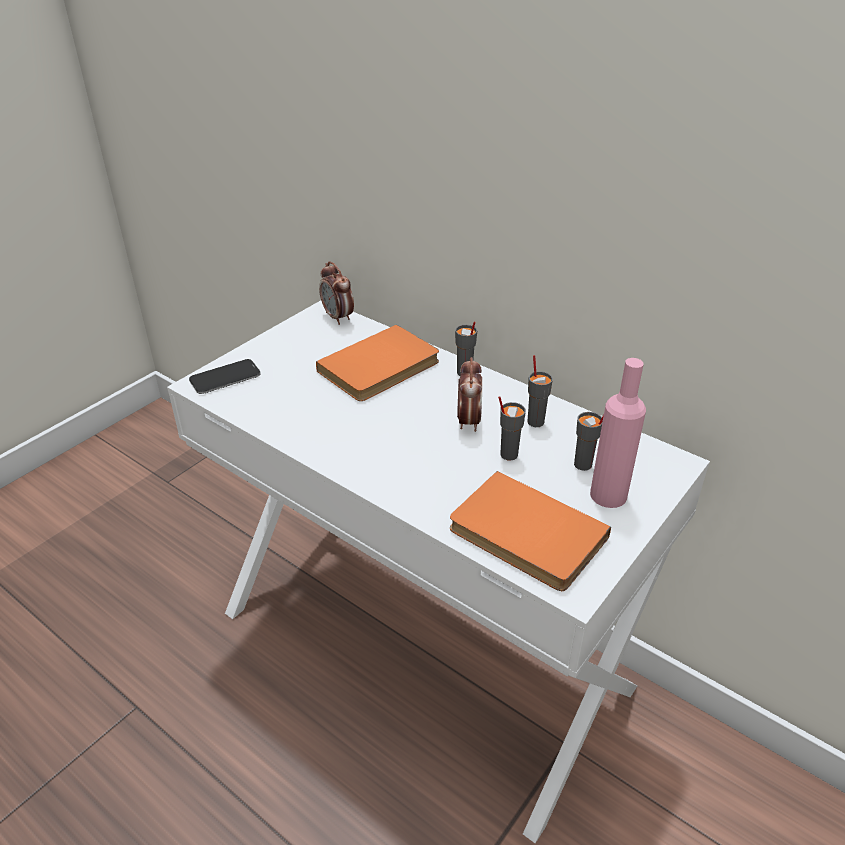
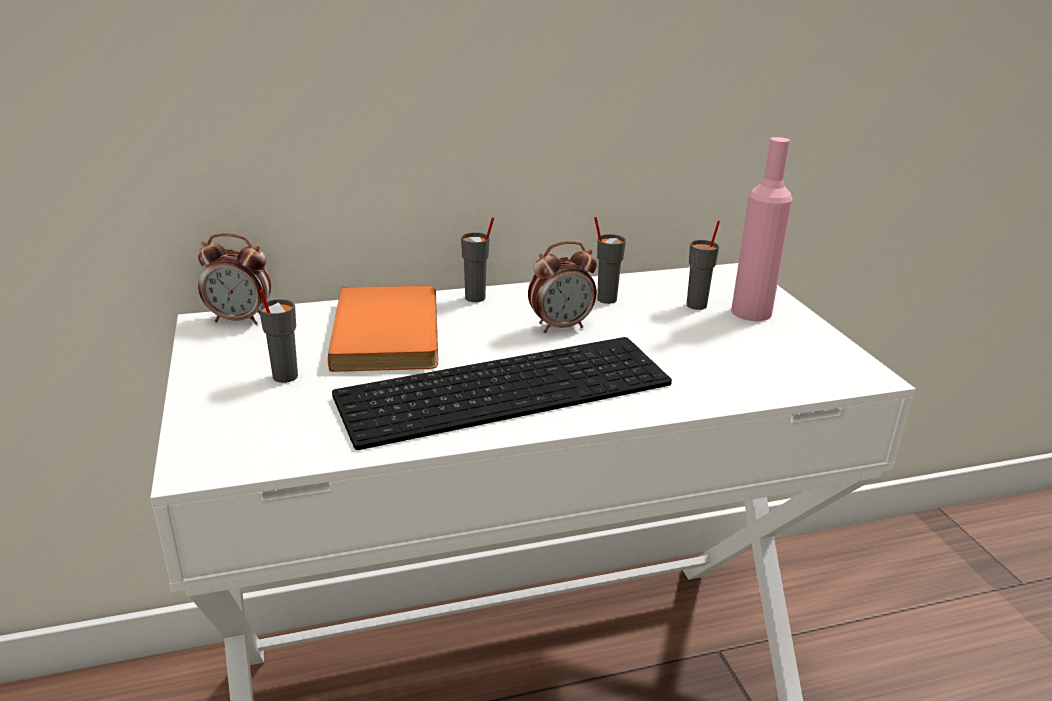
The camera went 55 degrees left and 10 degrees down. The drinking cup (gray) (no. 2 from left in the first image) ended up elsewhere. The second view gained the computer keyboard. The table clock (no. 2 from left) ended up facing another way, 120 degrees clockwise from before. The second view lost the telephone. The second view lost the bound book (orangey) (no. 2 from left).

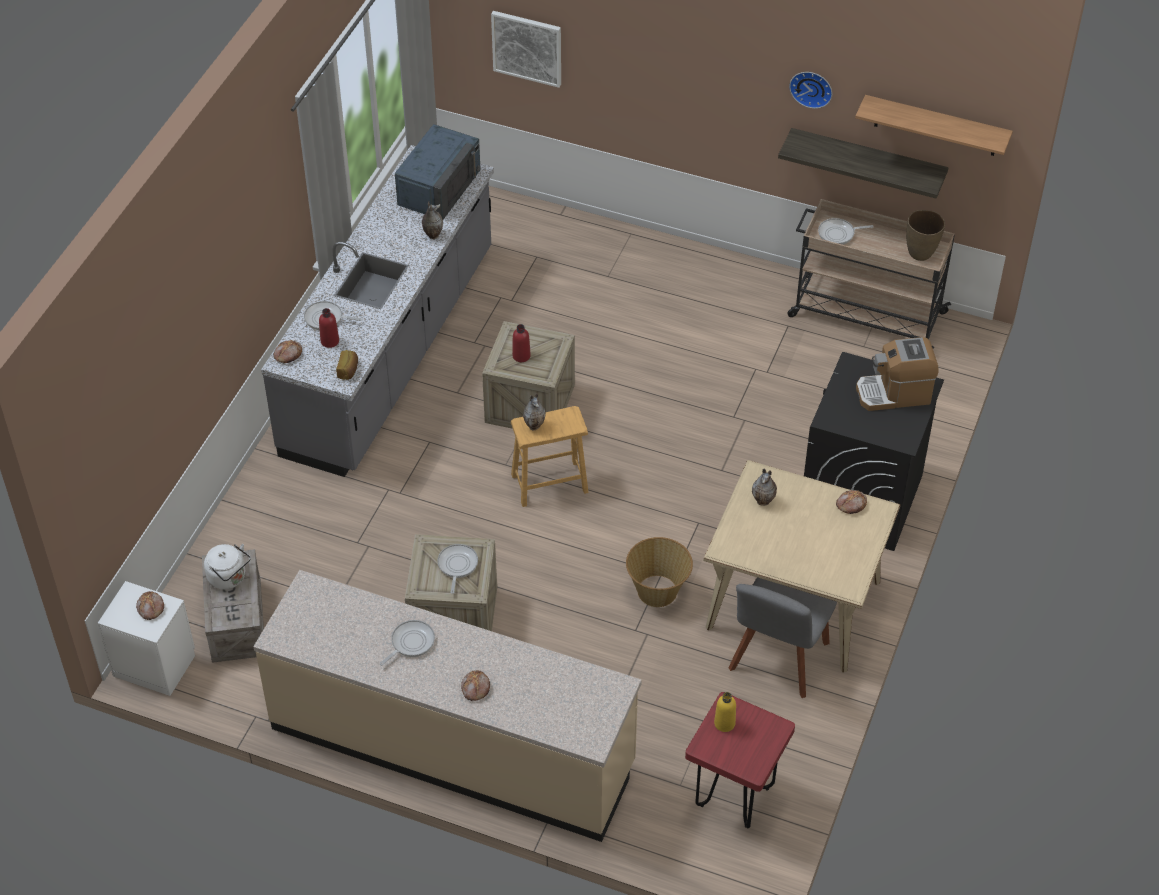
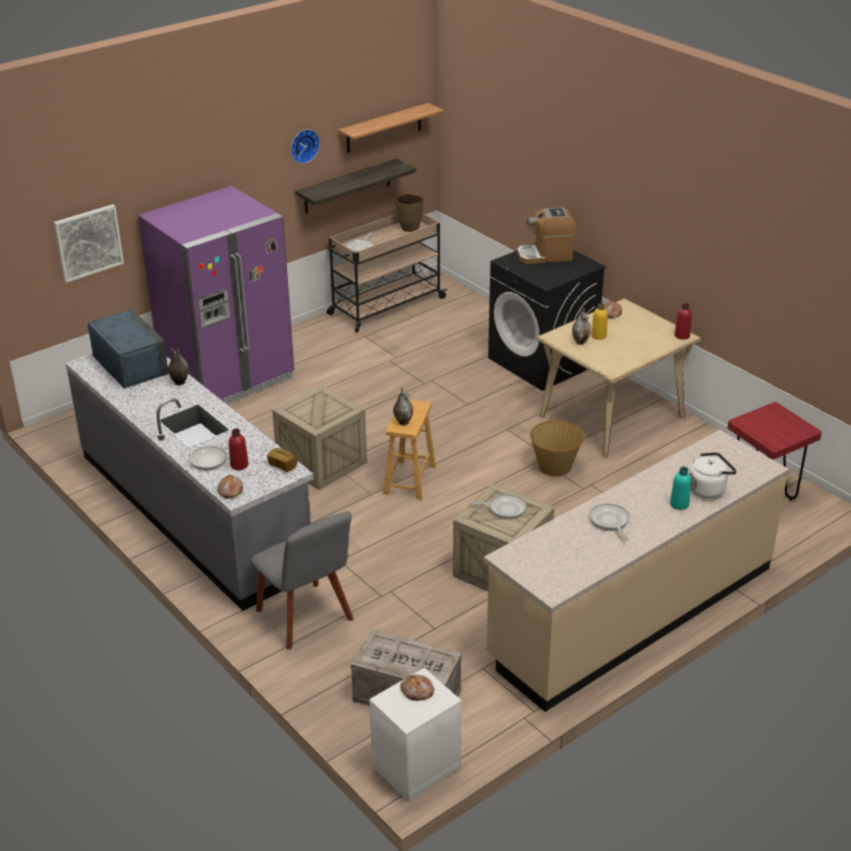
The camera went 60 degrees left and 15 degrees down. The second view gained the fridge (purple-coloured). The plain chair (gray) ended up elsewhere. The frying pan (no. 3 from left) ended up facing another way, 150 degrees clockwise from before. The coffee machine ended up facing another way, 60 degrees clockwise from before. The drink bottle (yellowish) ended up elsewhere. Where the baked bread (no. 4 from left) stood, the drink bottle (blue-green) came to stand. The drink bottle (reddish) (no. 2 from left) ended up elsewhere. The water kettle (whitish) ended up elsewhere.

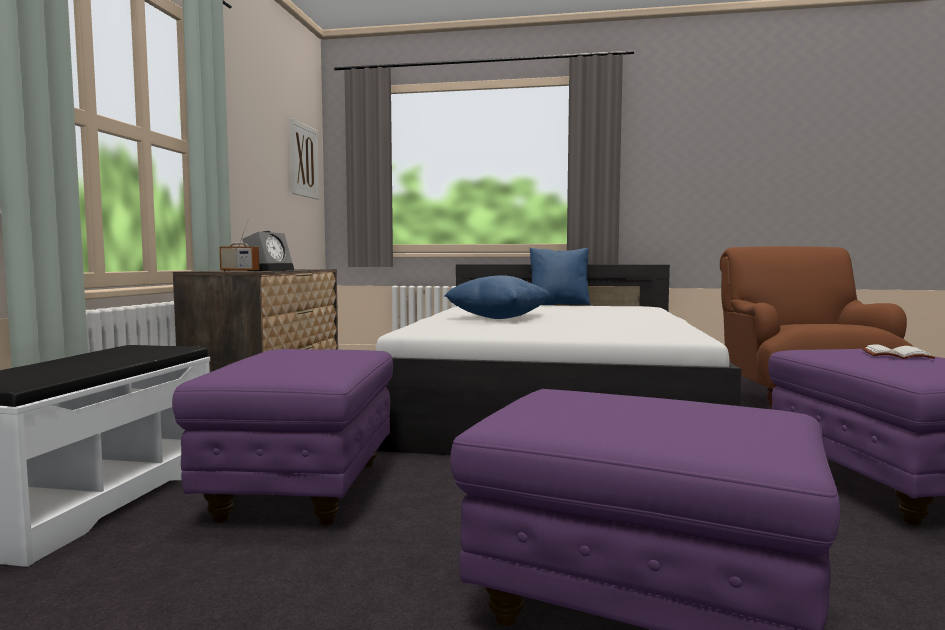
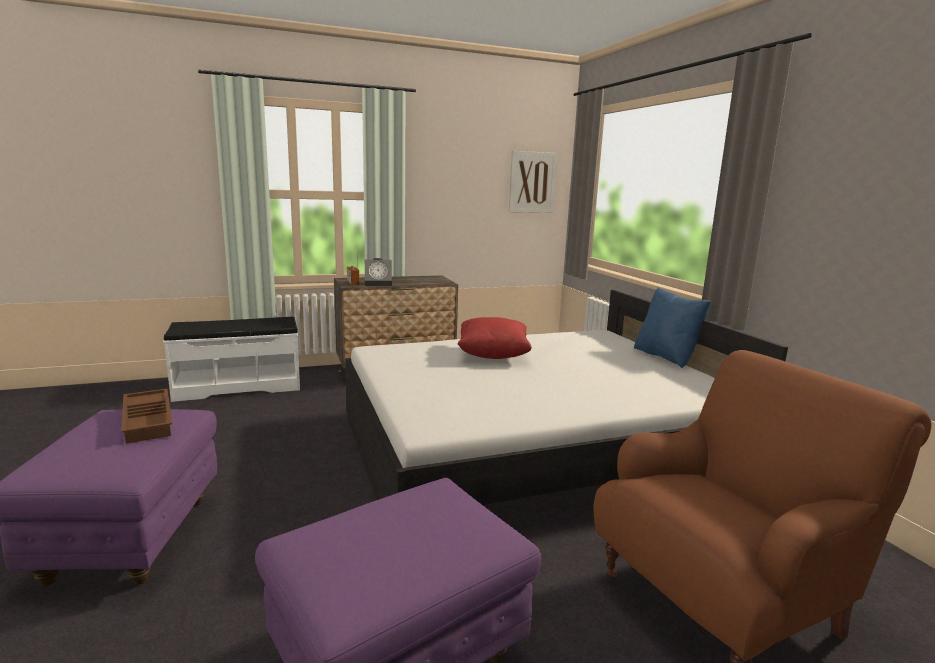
The camera went 60 degrees right and 10 degrees up. The second view gained the carrying tray (brownish). What was the cushion (blue) (no. 1 from left) turned into the cushion (reddish). The second view lost the pouffe (purple-coloured) (no. 1 from left). The second view lost the bound book (whitish).

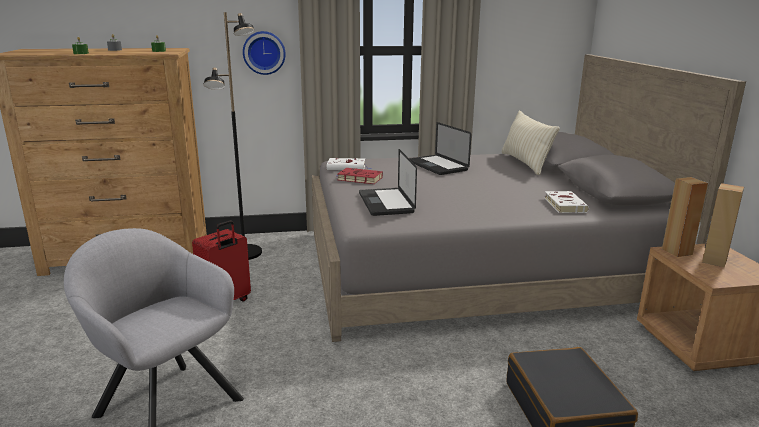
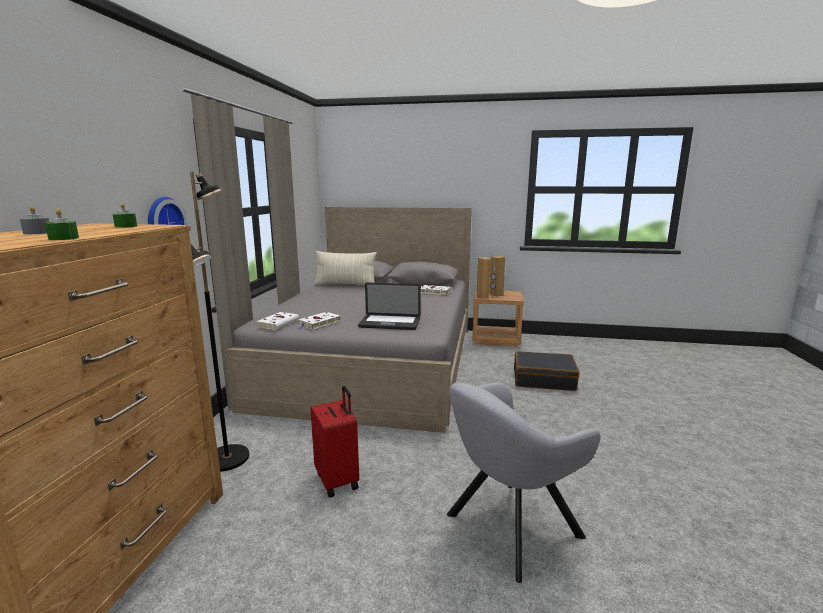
The camera went 70 degrees left and 5 degrees down. What was the bound book (reddish) turned into the bound book (whitish) (no. 2 from left). The second view lost the laptop (no. 2 from left).

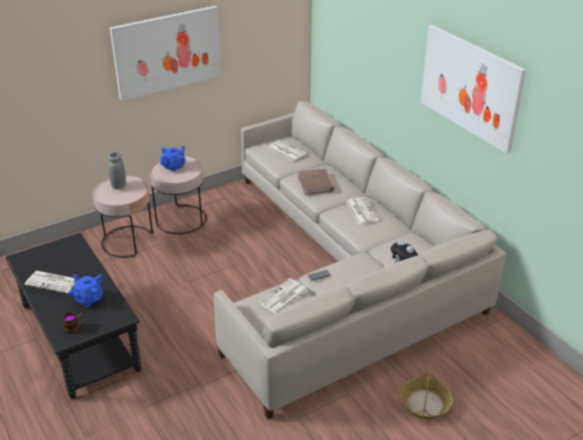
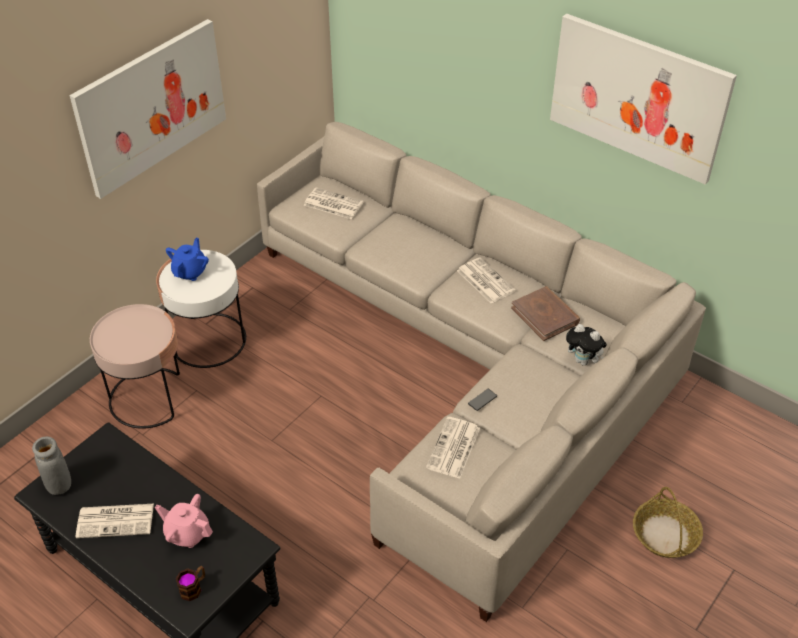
The camera went 20 degrees left and 10 degrees up. The vase (gray) ended up elsewhere. What was the pot for tea (blue) (no. 1 from left) turned into the pot for tea (pinkish). What was the accent table (pinkish) (no. 2 from left) turned into the accent table (whitish). The bound book (brownish) ended up elsewhere.

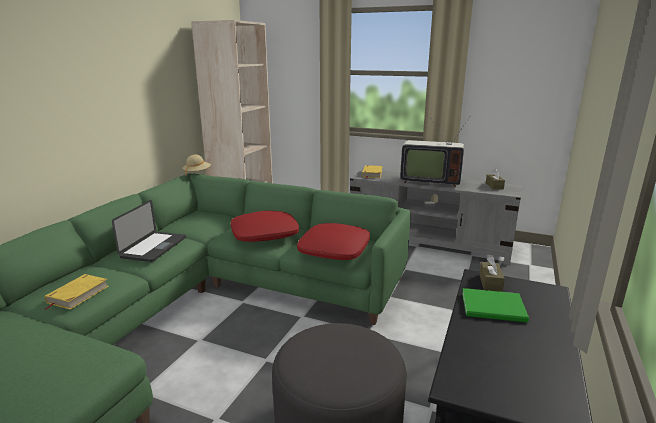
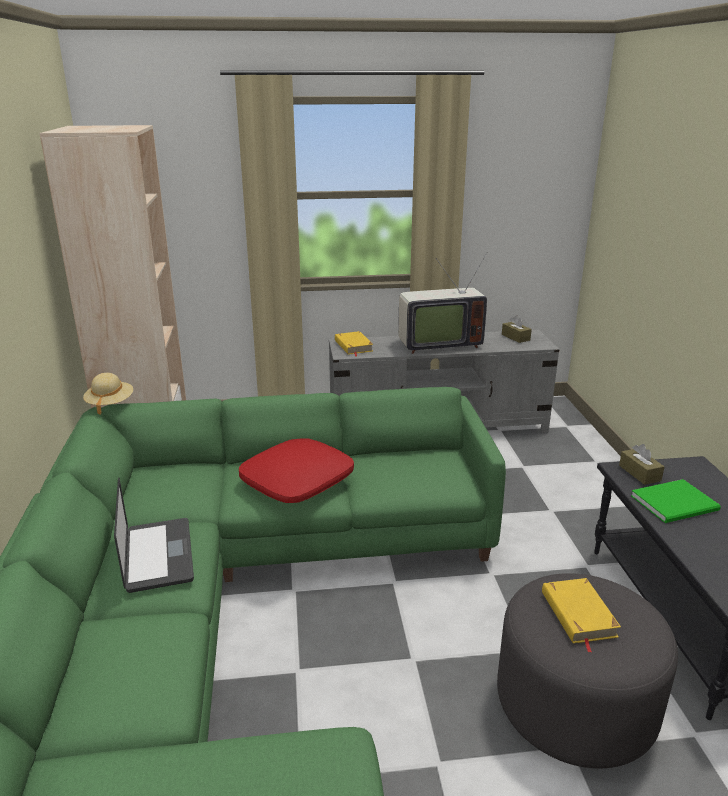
The camera went 30 degrees left and 5 degrees up. The bound book (yellowish) (no. 1 from left in the first image) ended up elsewhere. The second view lost the cushion (reddish) (no. 2 from left).

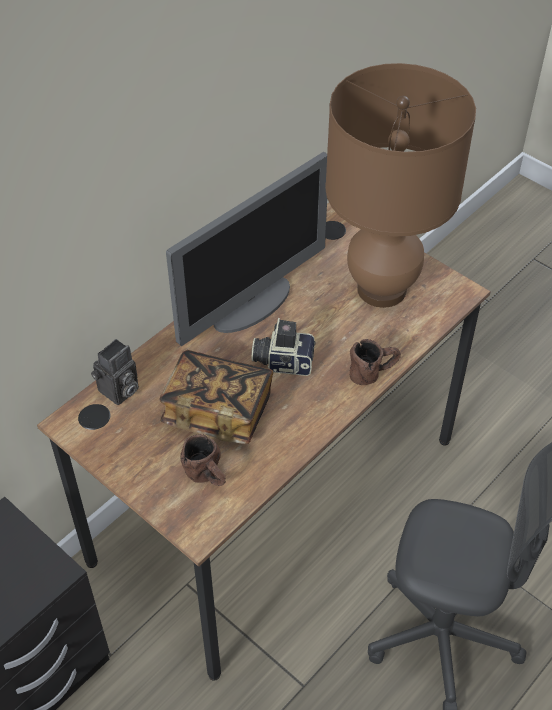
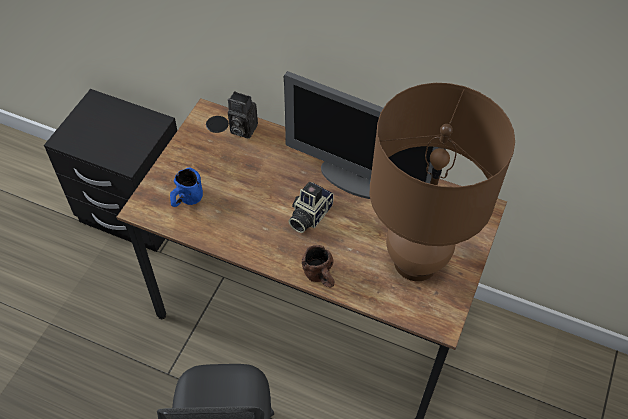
The camera went 70 degrees right and 5 degrees up. What was the tea mug (brownish) (no. 1 from left) turned into the tea mug (blue). The photo camera (no. 2 from left) ended up facing another way, 135 degrees counterclockwise from before. The second view lost the bound book.

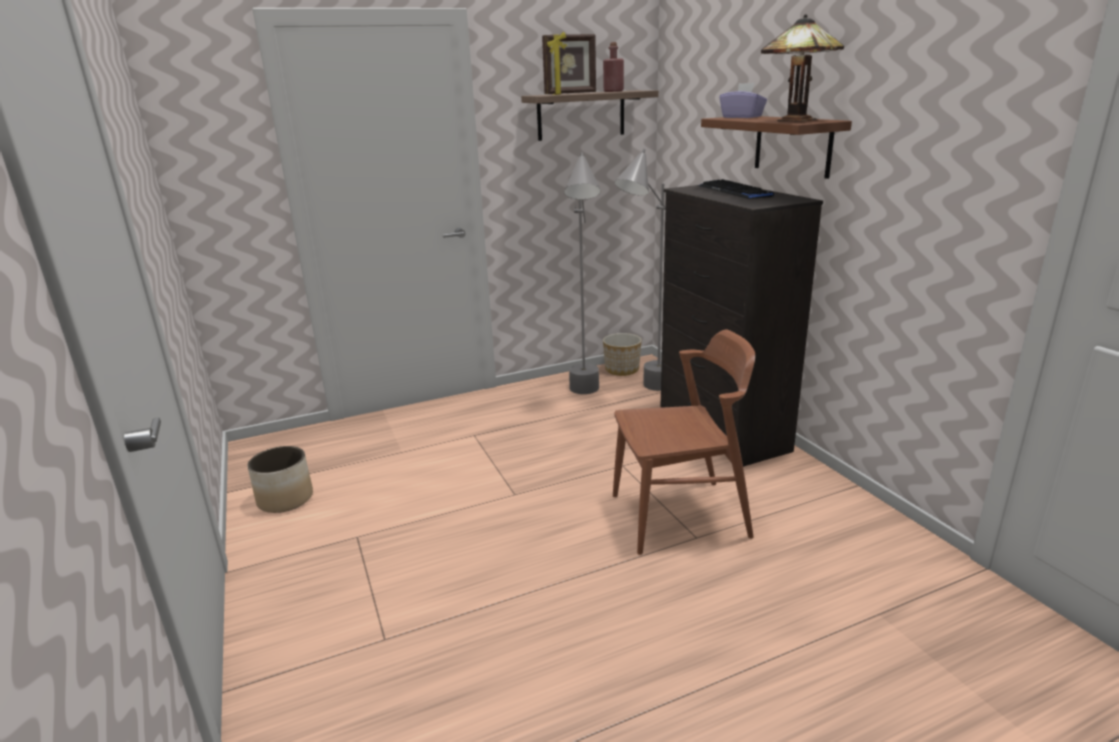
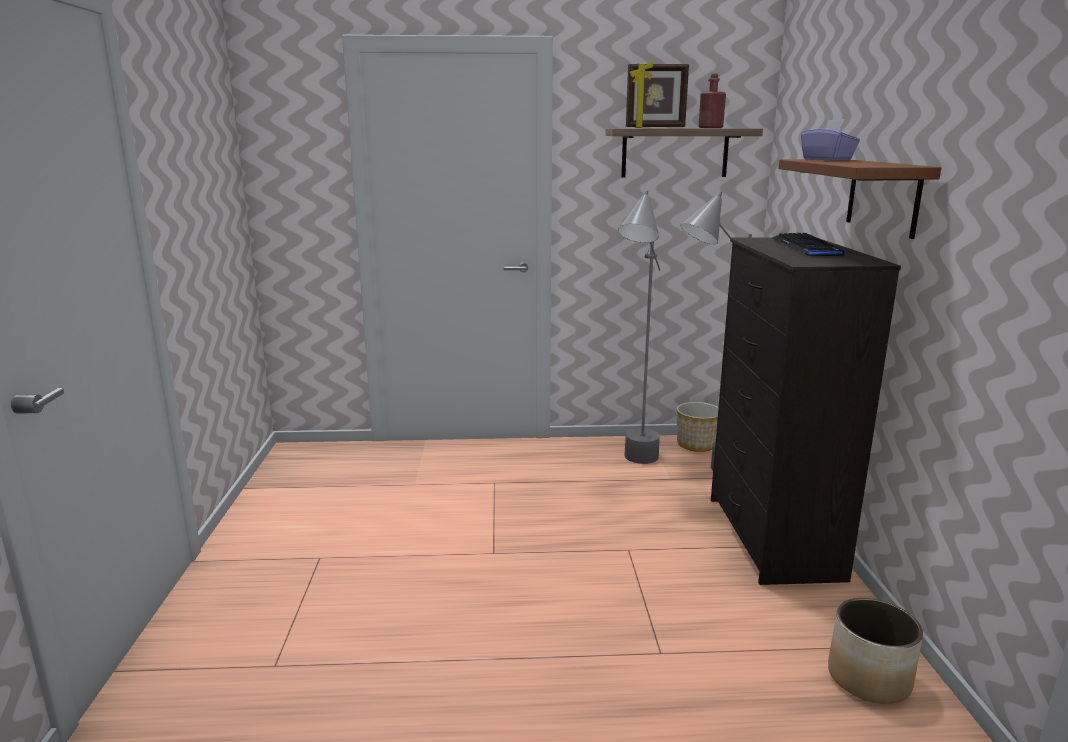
The camera went 20 degrees right and 5 degrees down. The planter (no. 1 from left in the first image) ended up elsewhere. The second view lost the plain chair (brownish). The second view lost the tabletop lamp.

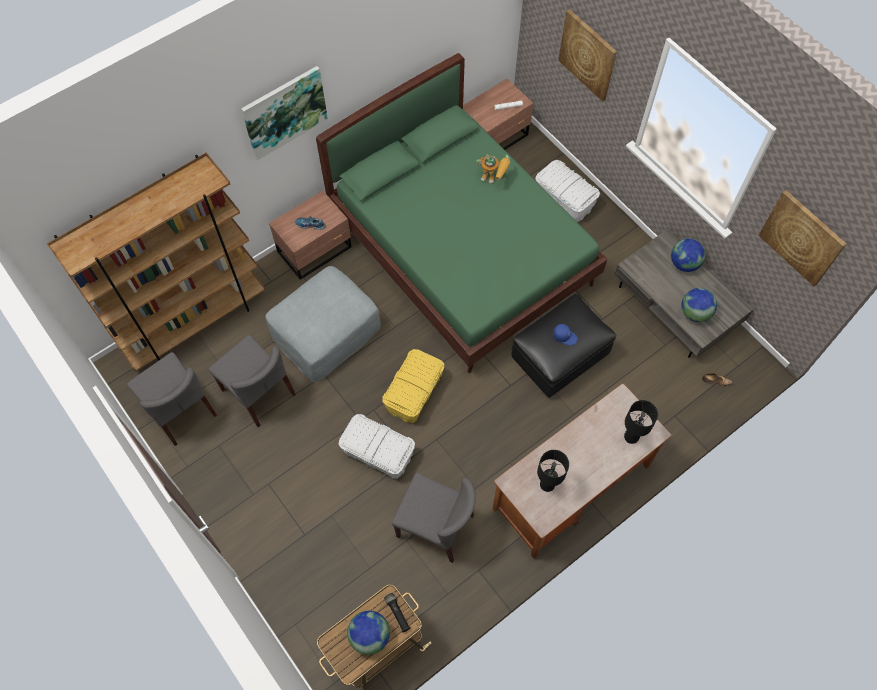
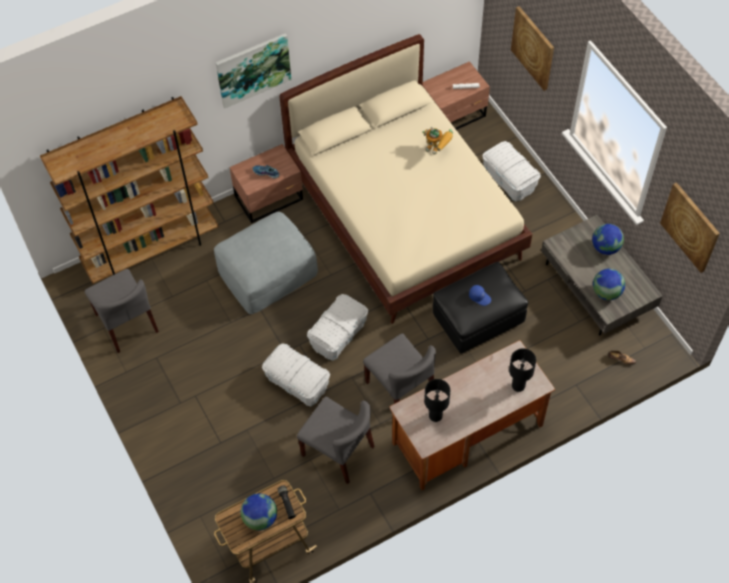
The camera went 10 degrees right and 5 degrees down. What was the sleeping bed (greenish) turned into the sleeping bed (beige-coloured). What was the storage box (yellowish) turned into the storage box (whitish) (no. 2 from left). The plain chair (gray) (no. 2 from left in the first image) ended up elsewhere.

